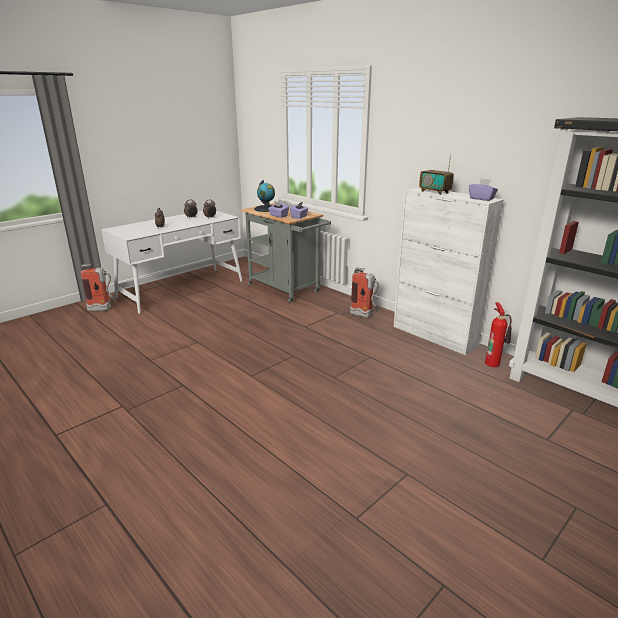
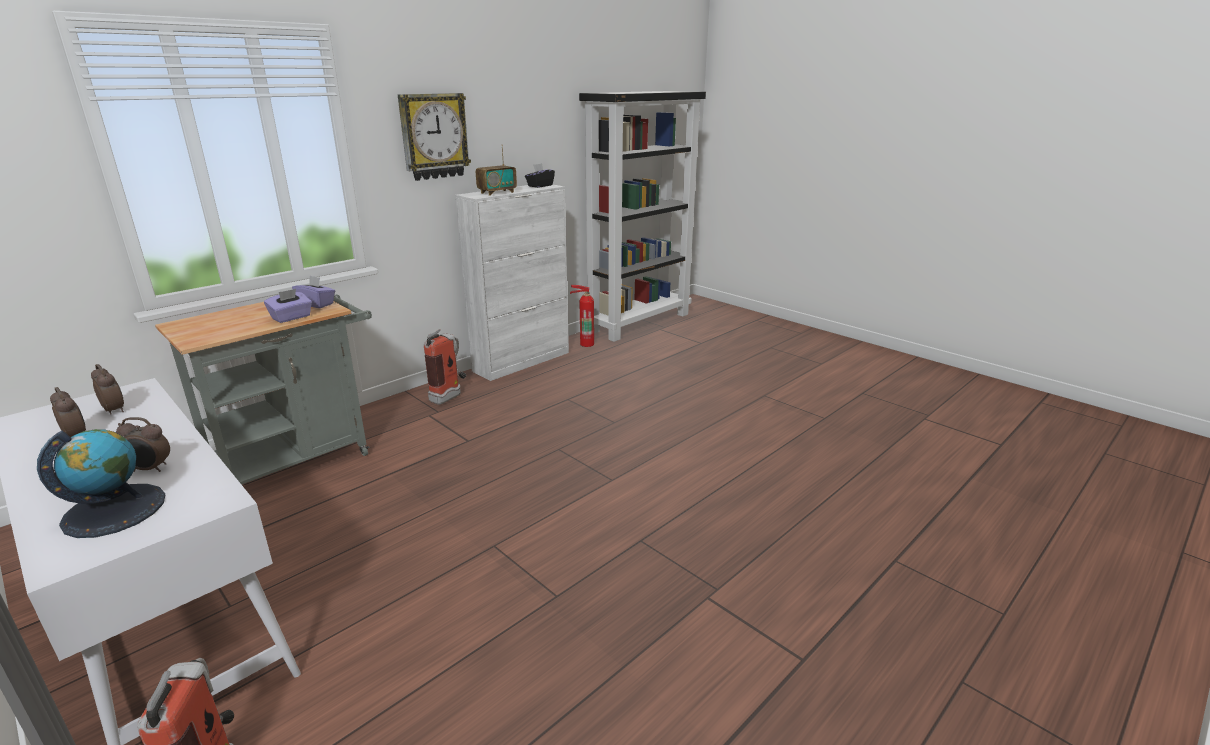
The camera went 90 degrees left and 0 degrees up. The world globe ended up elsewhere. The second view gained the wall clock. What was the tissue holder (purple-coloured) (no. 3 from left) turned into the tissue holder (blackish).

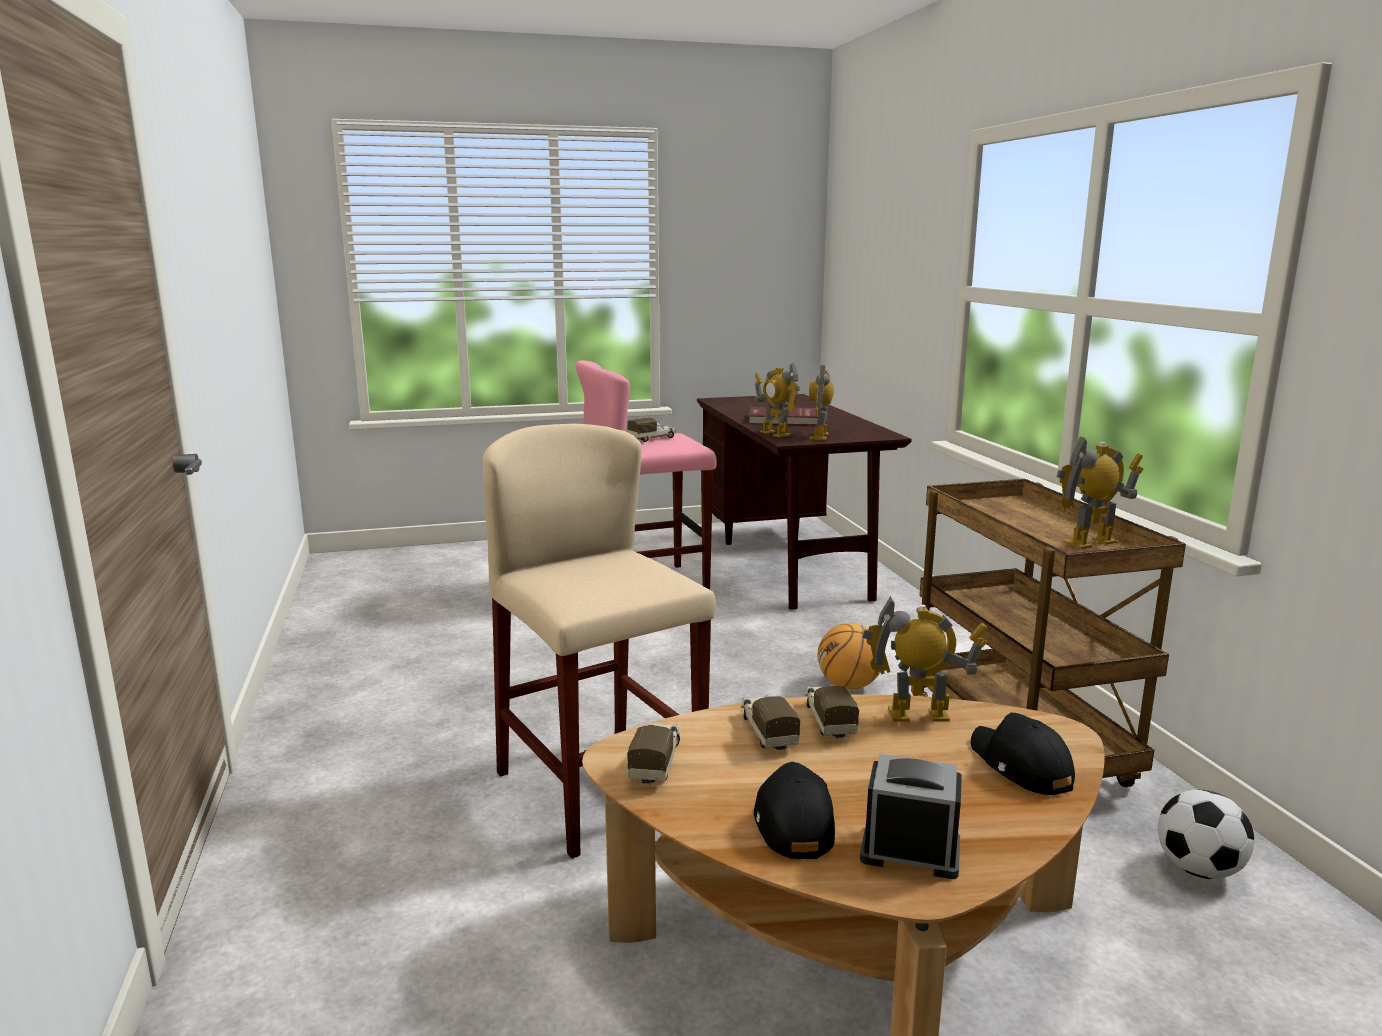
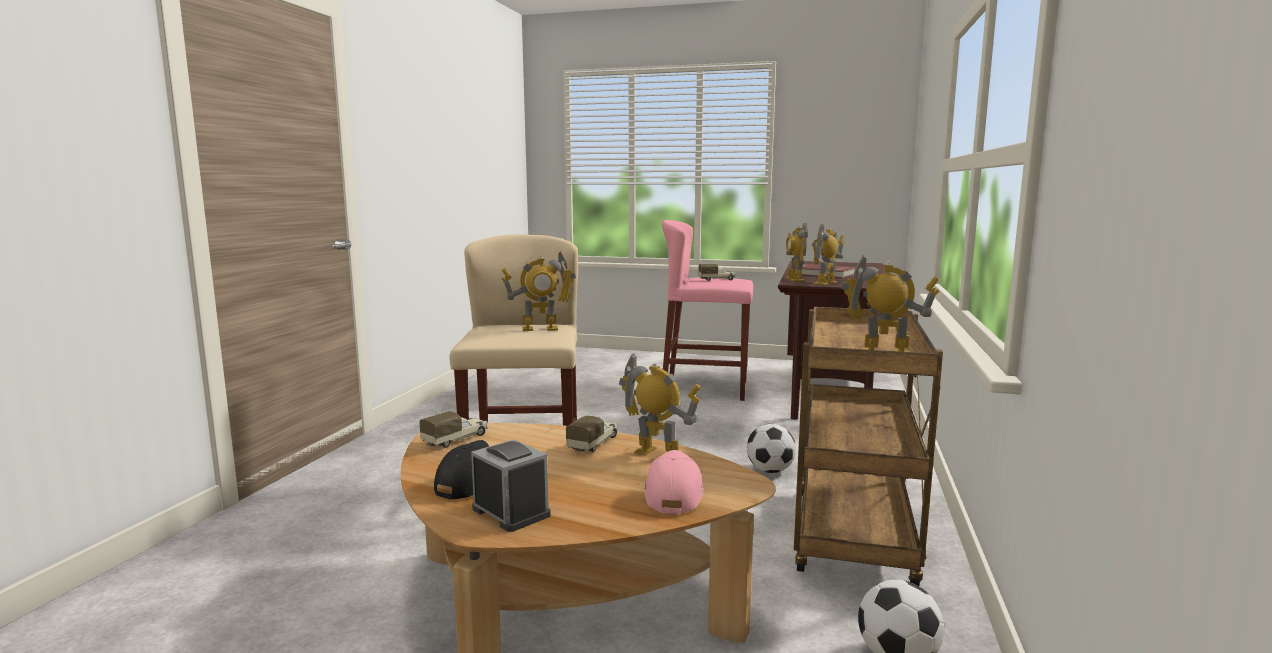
The camera went 30 degrees right and 5 degrees down. The second view gained the model robot (no. 1 from left). What was the peaked cap (blackish) (no. 2 from left) turned into the peaked cap (pinkish). Where the ball for basketball stood, the football (no. 1 from left) came to stand. The second view lost the toy truck (no. 3 from left).

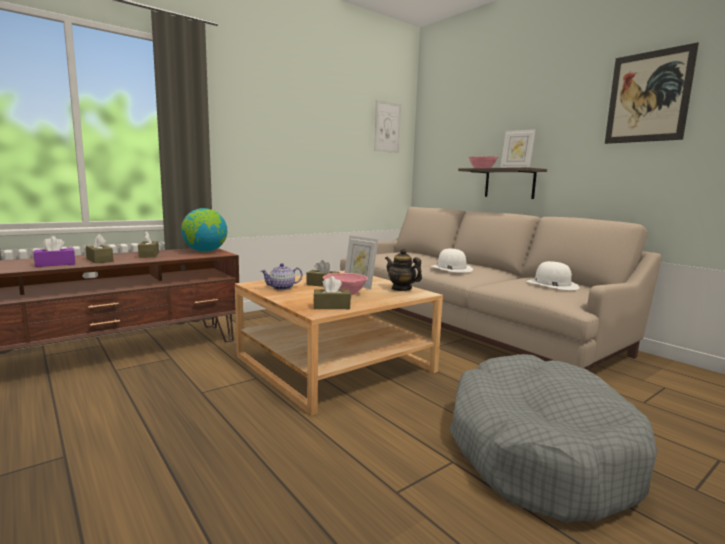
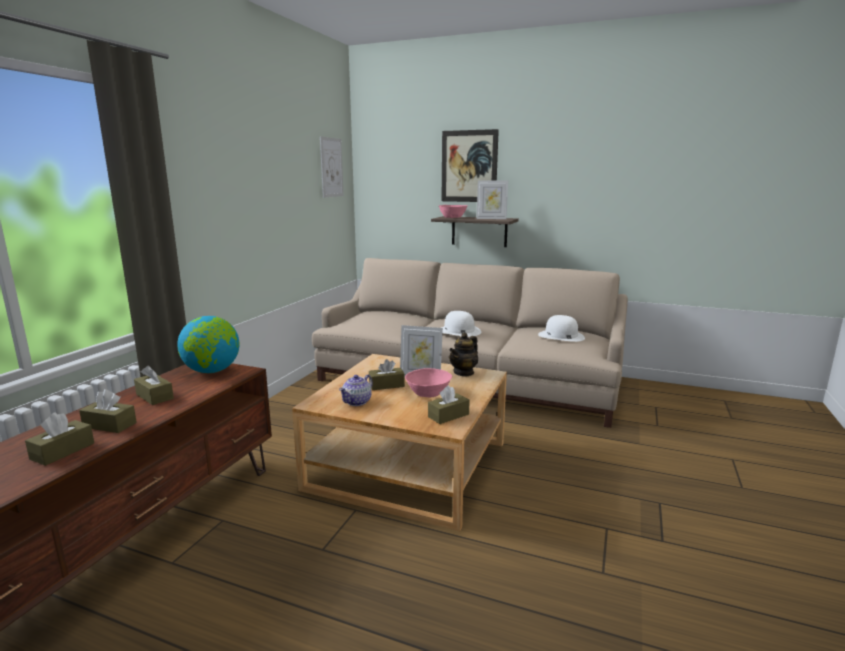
The camera went 30 degrees left and 5 degrees up. What was the tissue holder (purple-coloured) turned into the tissue holder (brownish) (no. 1 from left). The picture (no. 2 from left) ended up elsewhere. The pot for tea (no. 2 from left) ended up facing another way, 60 degrees counterclockwise from before. The second view lost the pet bed (gray).

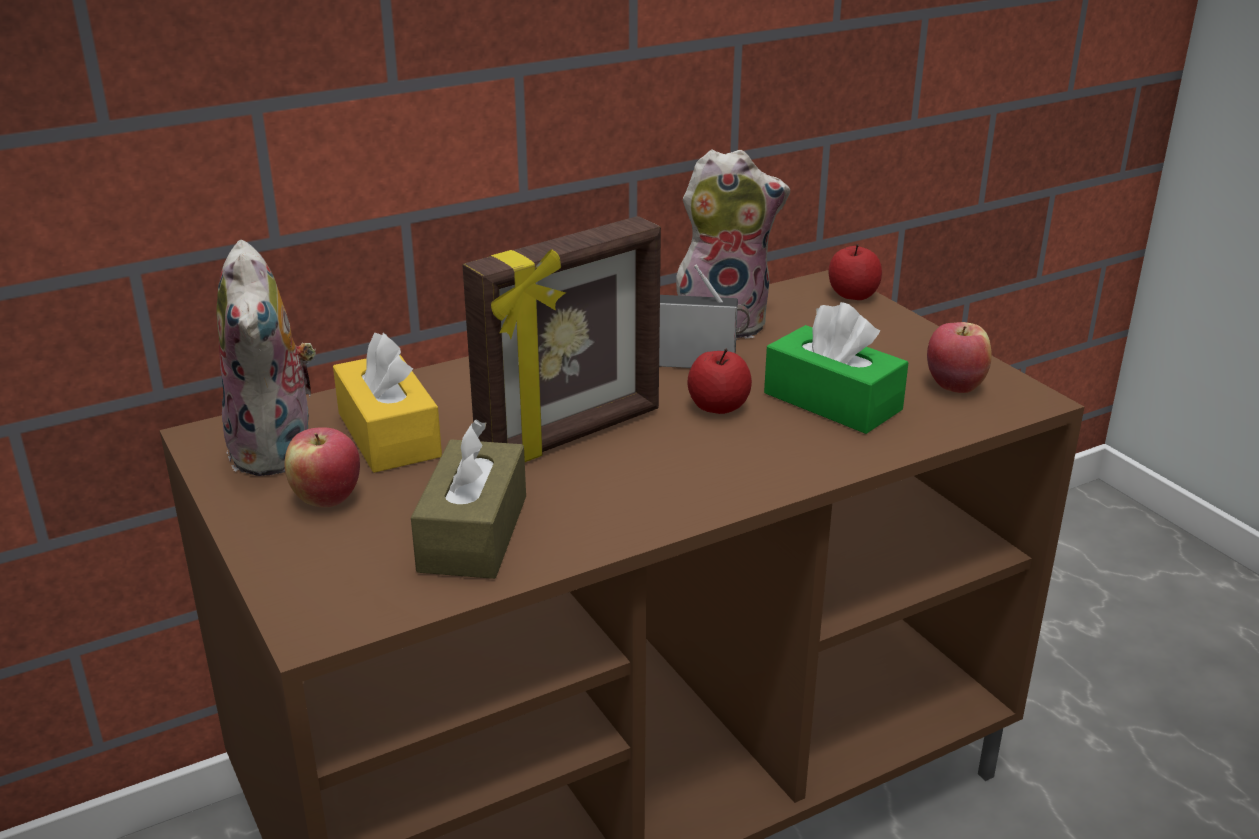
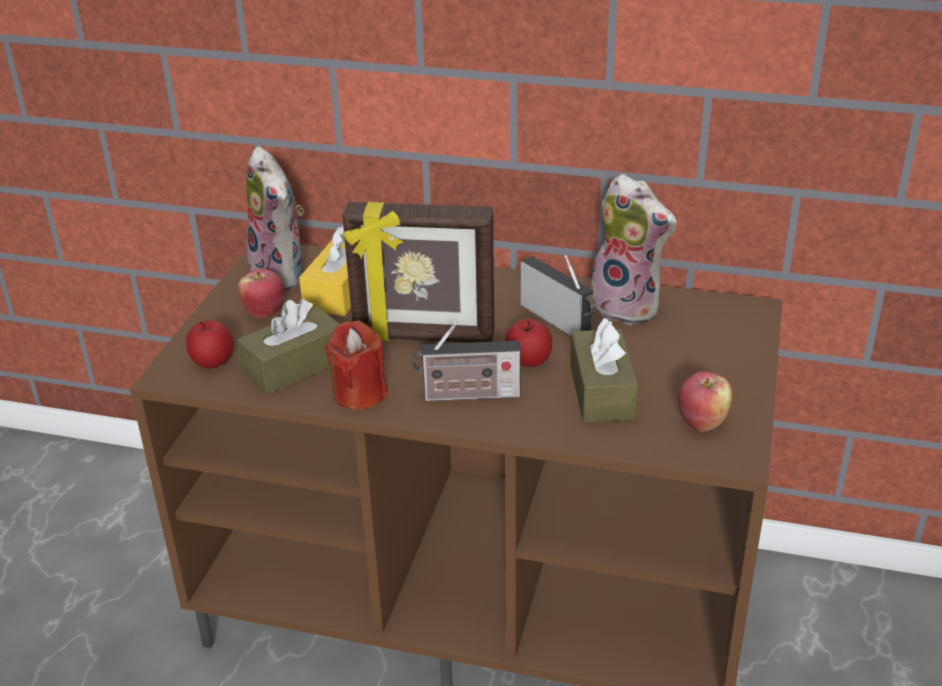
The camera went 45 degrees right and 5 degrees up. The apple fruit (no. 3 from left in the first image) ended up elsewhere. The soft toy (no. 1 from left) ended up facing another way, 60 degrees counterclockwise from before. The second view gained the wax light (reddish). The second view gained the radio set (no. 1 from left). What was the tissue holder (greenish) turned into the tissue holder (brownish) (no. 2 from left).

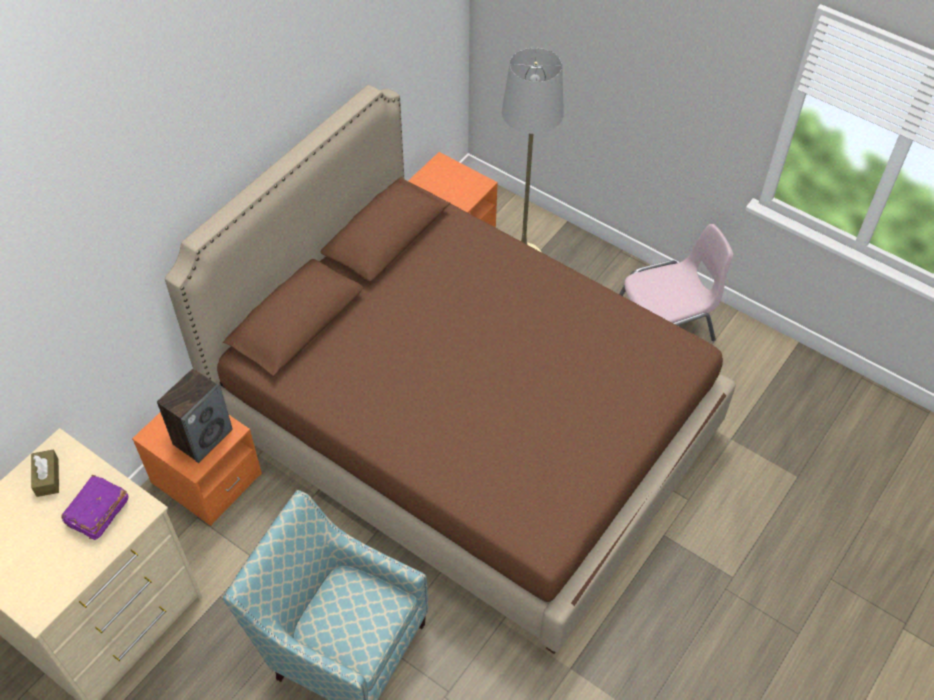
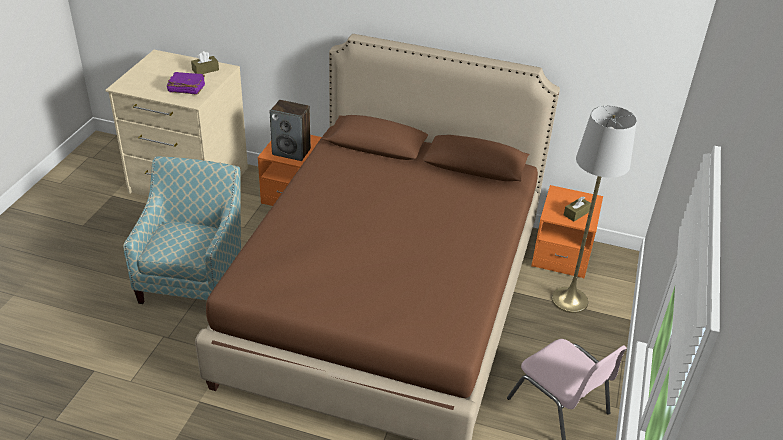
The camera went 70 degrees right and 15 degrees down. The second view gained the tissue holder (brownish) (no. 2 from left).

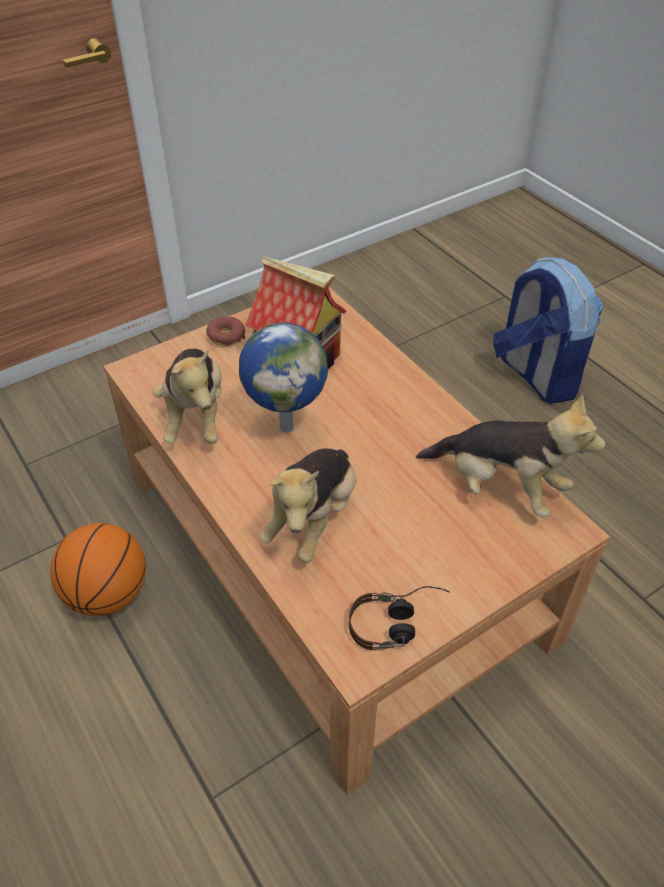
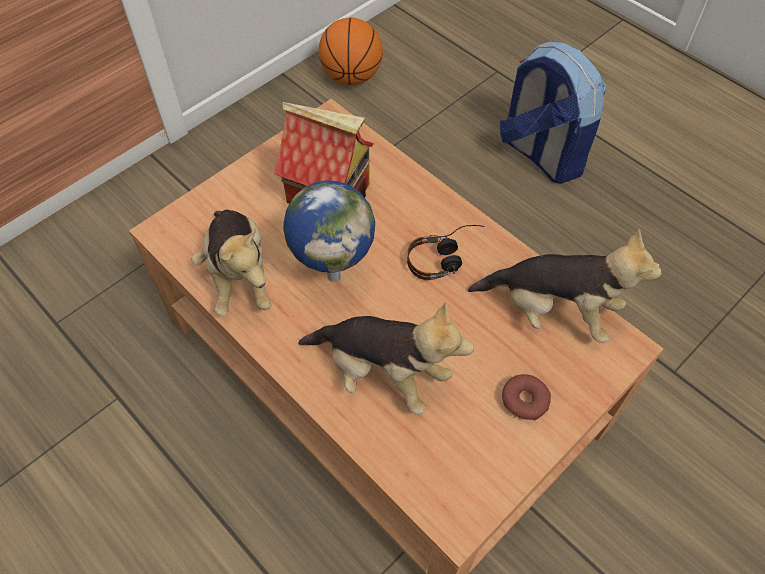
The camera went 10 degrees left and 10 degrees up. The soft toy (no. 2 from left) ended up facing another way, 75 degrees counterclockwise from before. The ball for basketball ended up elsewhere. The pair of headphones ended up elsewhere. The donut ended up elsewhere.

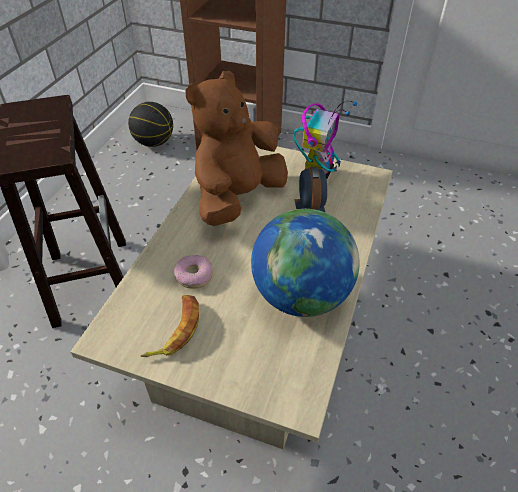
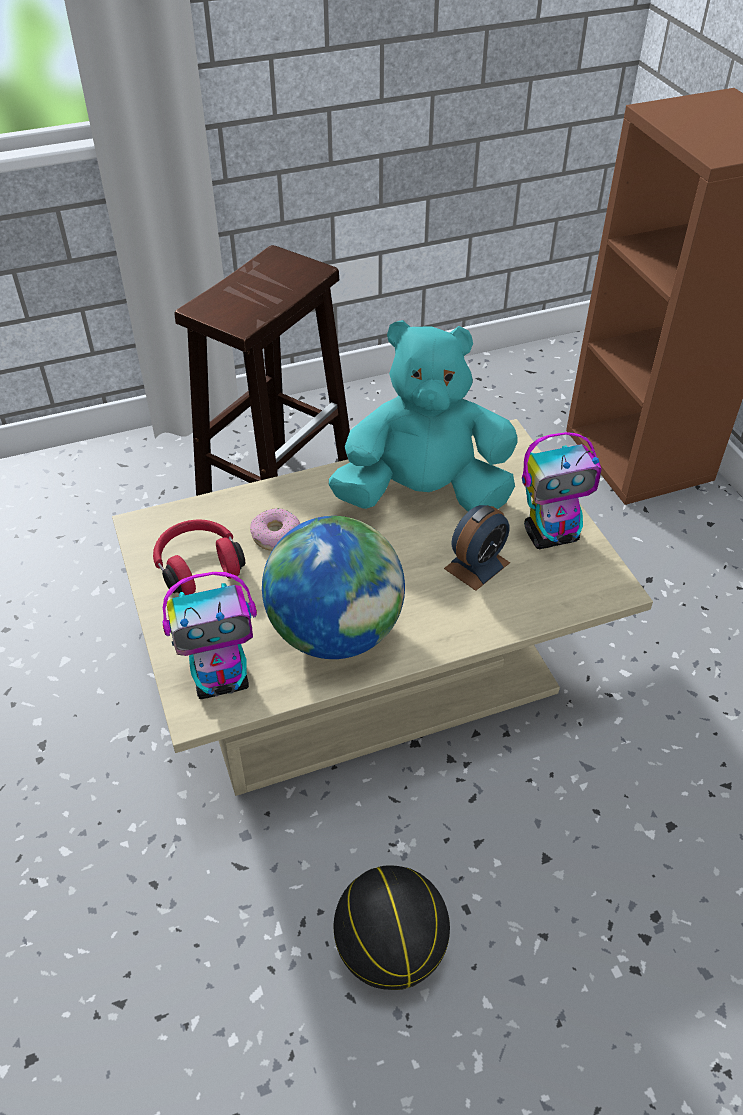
The camera went 50 degrees right and 0 degrees up. Where the banana fruit stood, the pair of headphones (reddish) came to stand. The second view gained the model robot (no. 1 from left). What was the soft toy (brownish) turned into the soft toy (blue-green). The ball for basketball ended up elsewhere.

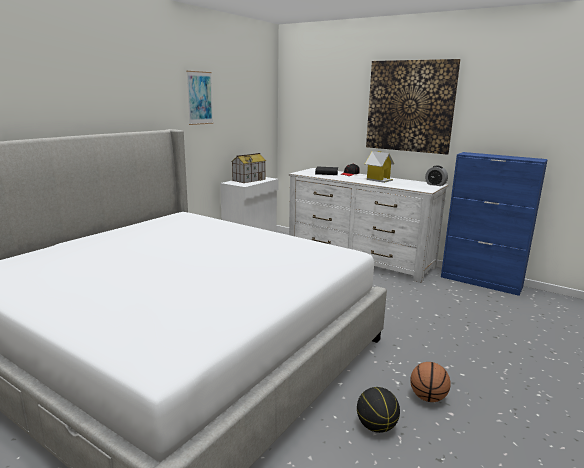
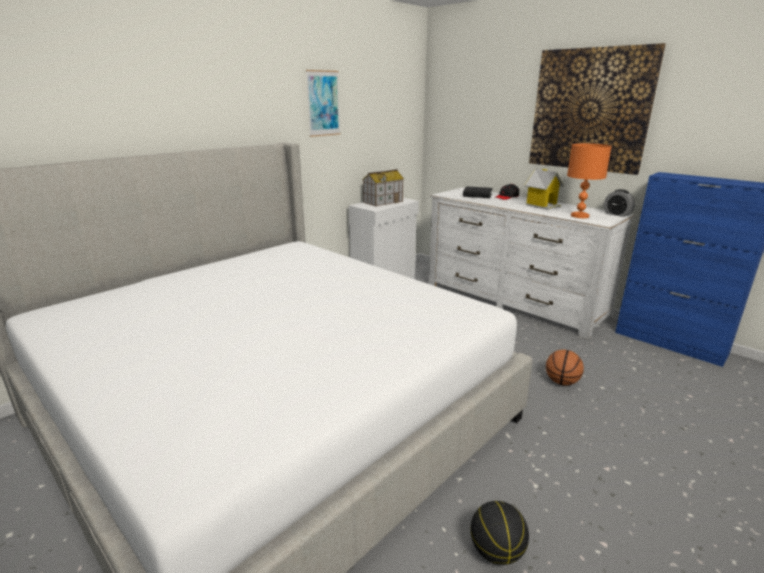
The camera went 10 degrees right and 5 degrees up. The ball for basketball (no. 2 from left) ended up elsewhere. The second view gained the tabletop lamp (orangey).

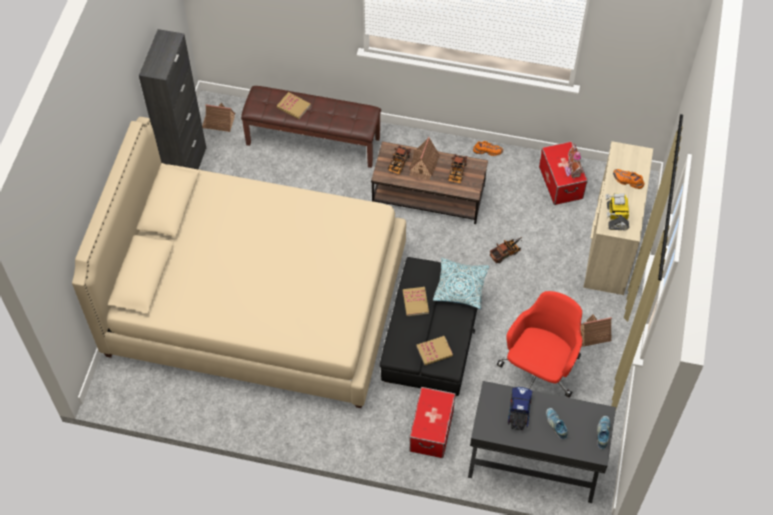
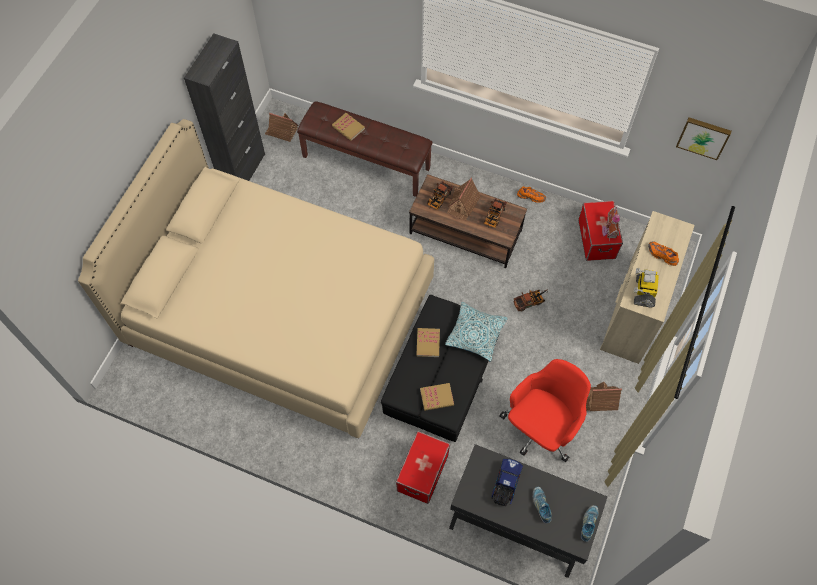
The camera went 10 degrees right and 5 degrees up. The second view gained the picture.

